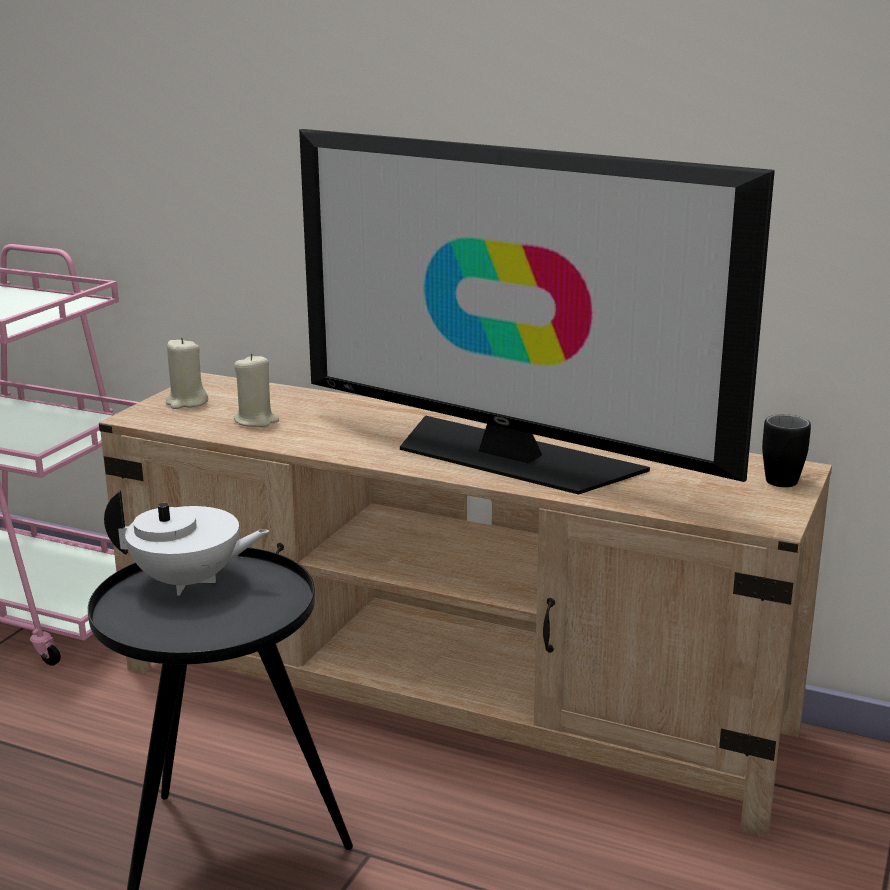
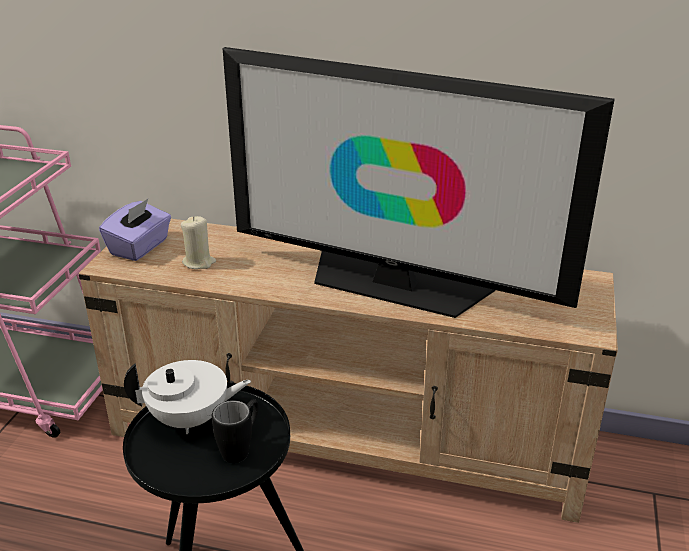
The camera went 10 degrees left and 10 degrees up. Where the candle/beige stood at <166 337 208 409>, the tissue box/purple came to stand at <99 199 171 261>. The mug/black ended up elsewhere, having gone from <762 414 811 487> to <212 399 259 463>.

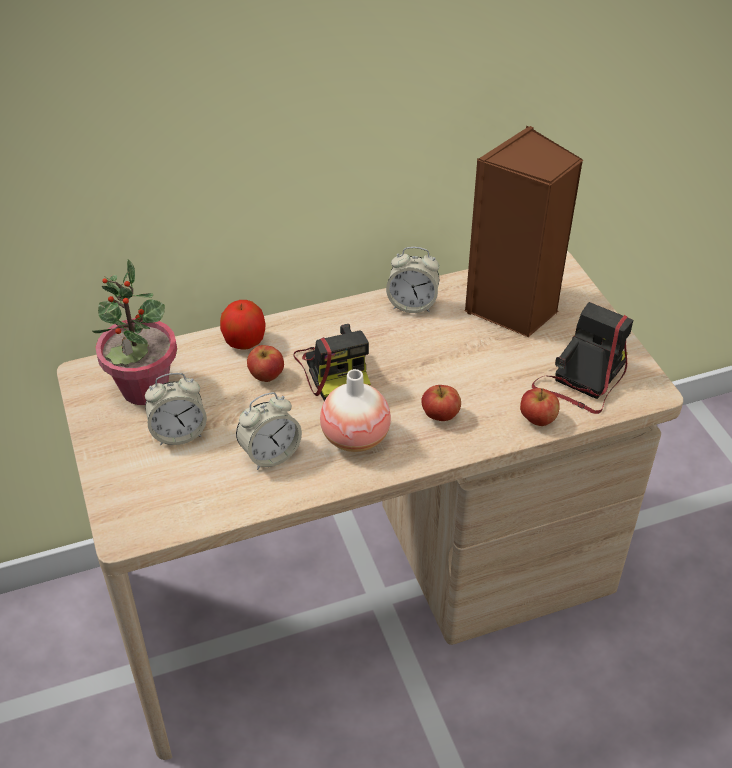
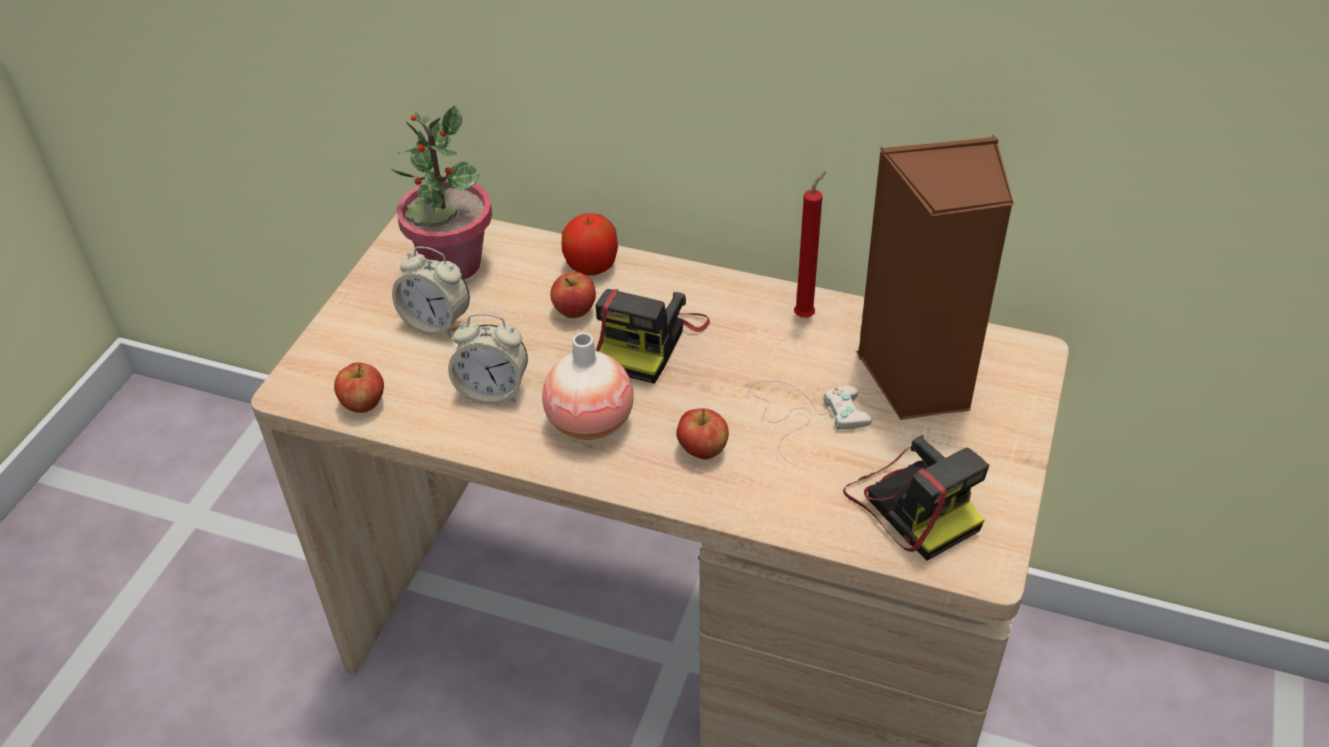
The camera went 40 degrees right and 0 degrees up. The apple ended up elsewhere, having gone from <520 388 560 426> to <334 362 384 413>. The second view gained the game controller/white at <749 380 872 466>. Where the alarm clock stood at <386 247 440 313>, the candle/red came to stand at <794 171 826 318>. The photo camera at <532 302 633 414> ended up facing another way, 75 degrees clockwise from before.

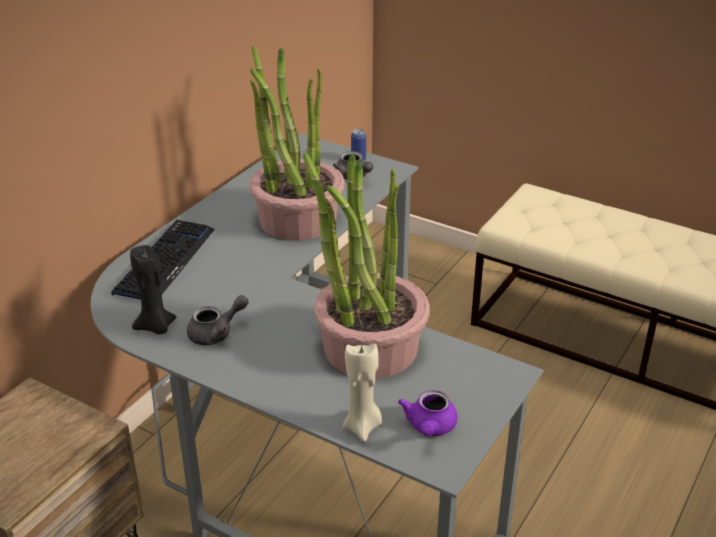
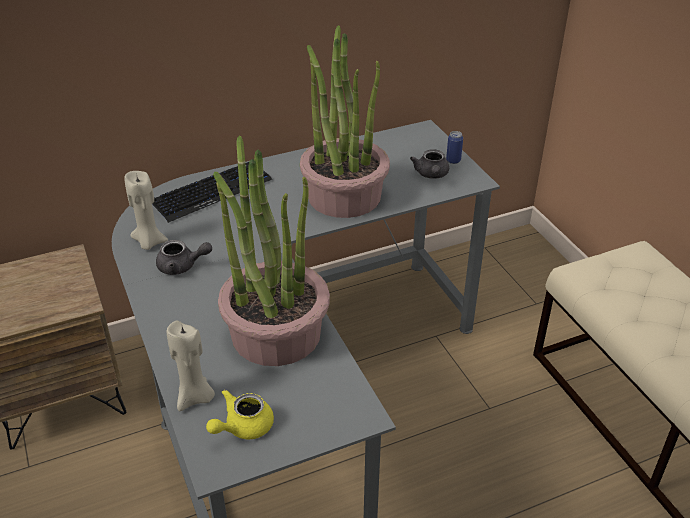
The camera went 35 degrees right and 5 degrees up. What was the candle/black at <130 245 177 335> turned into the candle/beige at <124 171 168 250>. What was the teapot/purple at <398 390 457 436> turned into the teapot/yellow at <206 389 274 439>.

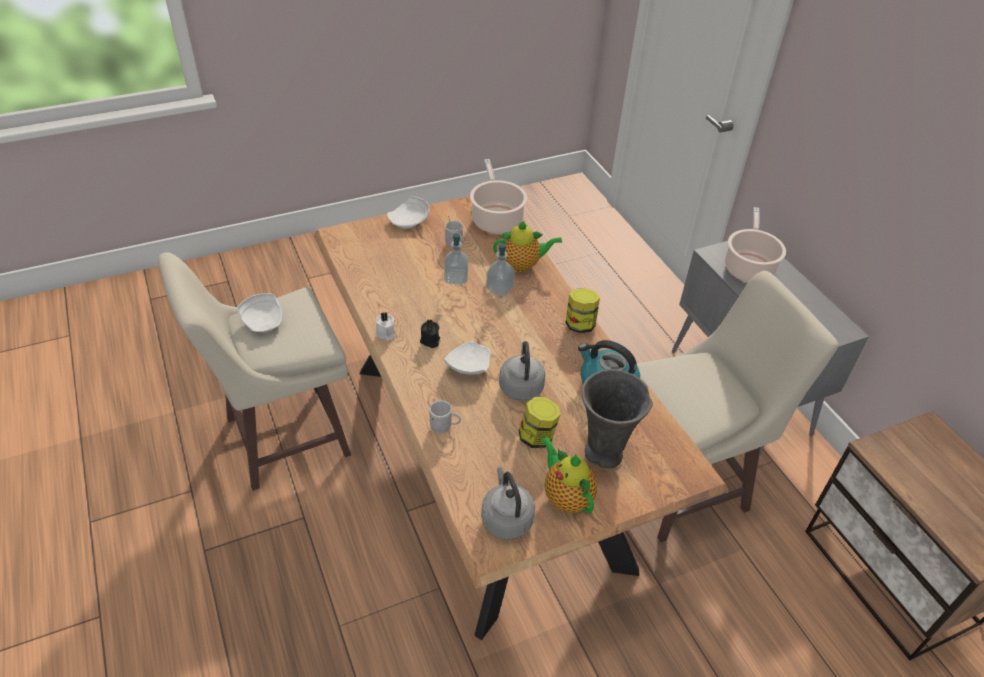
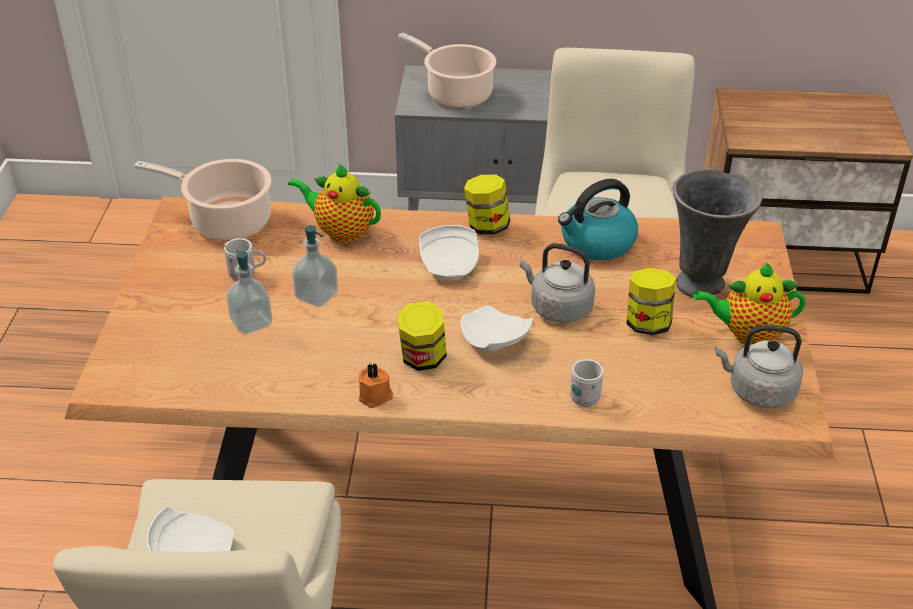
The camera went 60 degrees left and 5 degrees down. The soap dispenser ended up elsewhere, having gone from <486 243 515 296> to <226 250 272 334>. The teapot at <493 221 562 273> ended up facing another way, 90 degrees counterclockwise from before. What was the candle/white at <375 312 396 341> turned into the candle/orange at <358 363 393 408>. Where the candle/black stood at <420 320 440 348>, the jar came to stand at <397 301 447 371>. The plate/white ended up elsewhere, having gone from <387 196 430 229> to <419 225 479 280>.

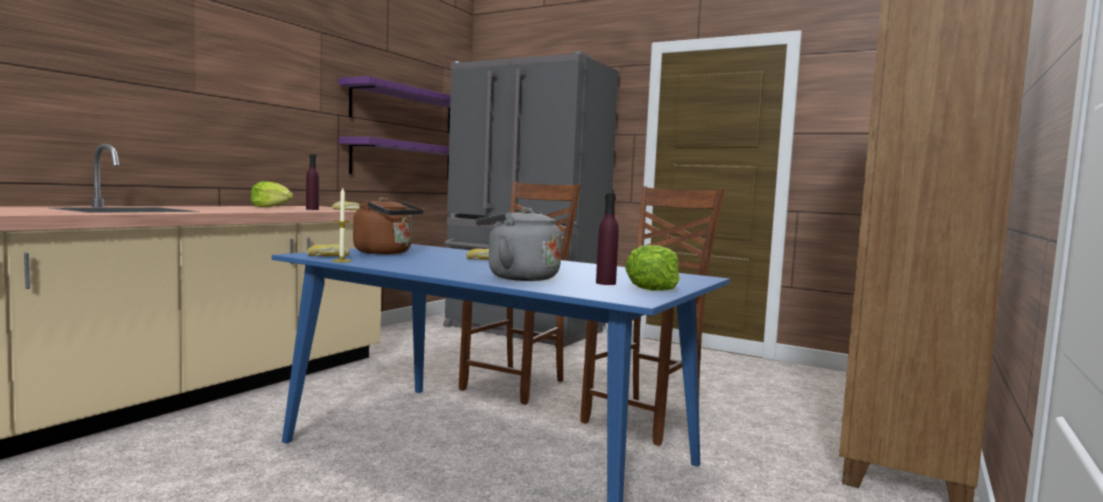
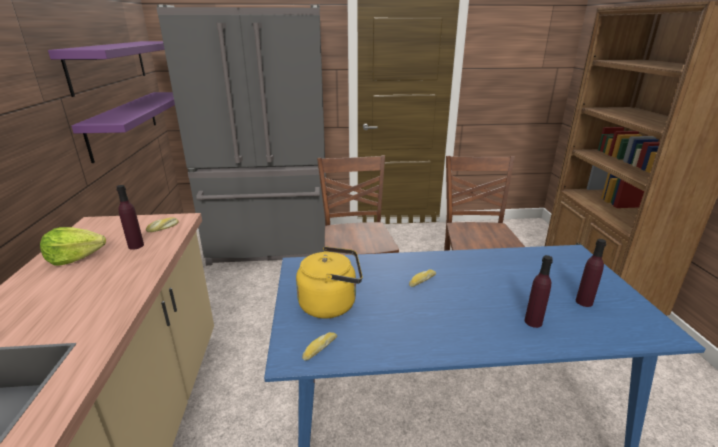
The camera went 35 degrees left and 20 degrees up. What was the kettle/brown at <353 197 424 254> turned into the kettle/yellow at <296 246 362 318>. Where the kettle/grey stood at <476 207 562 281>, the bottle/purple came to stand at <524 255 553 328>. The second view lost the candle at <332 188 352 262>. The second view lost the lettuce at <625 245 680 291>.

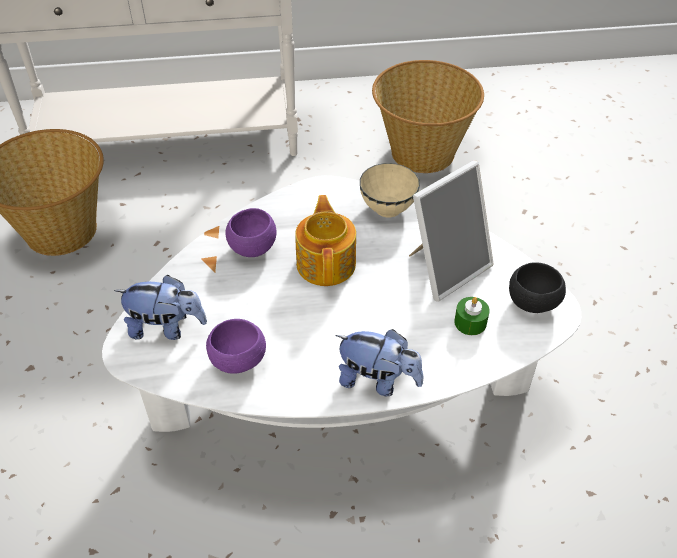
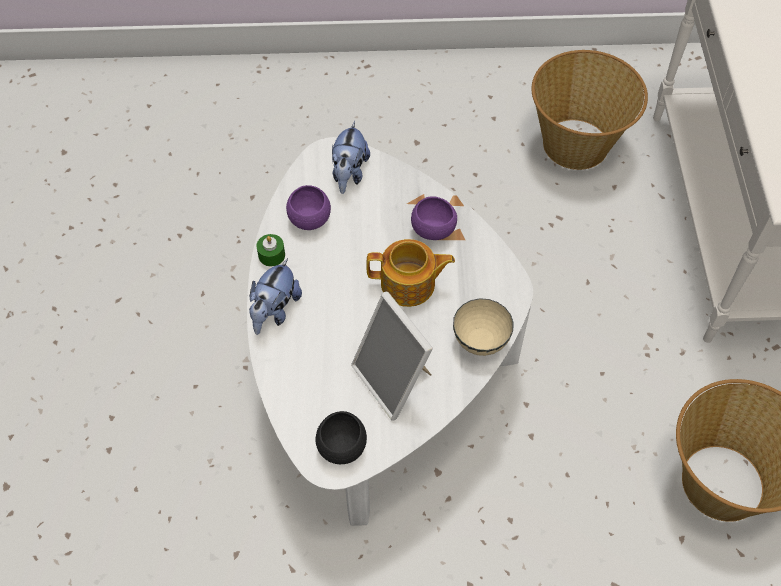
The camera went 95 degrees right and 10 degrees up. The candle/green ended up elsewhere, having gone from <454 297 490 335> to <257 234 285 266>.

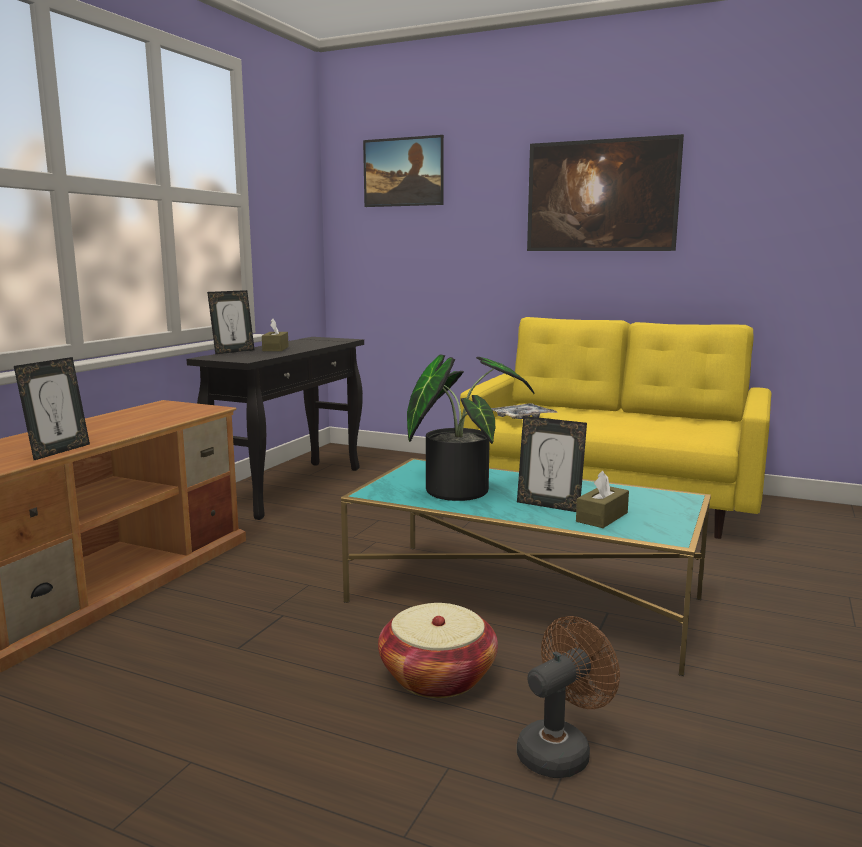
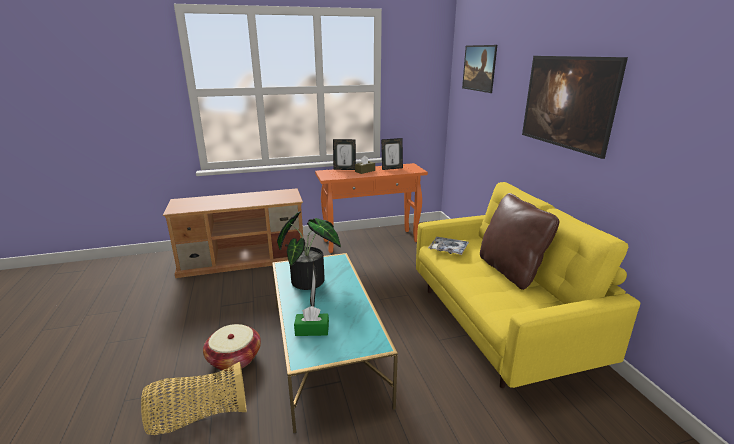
The camera went 50 degrees right and 10 degrees up. Where the fan/brown stood at <517 616 620 778>, the basket came to stand at <141 361 247 435>. What was the tissue box/brown at <576 471 629 528> turned into the tissue box/green at <294 306 329 336>. What was the console table/black at <187 337 364 520> turned into the console table/orange at <315 163 428 253>. The picture frame ended up elsewhere, having gone from <14 357 90 460> to <381 138 403 170>. The second view gained the pillow/brown at <480 193 559 290>.

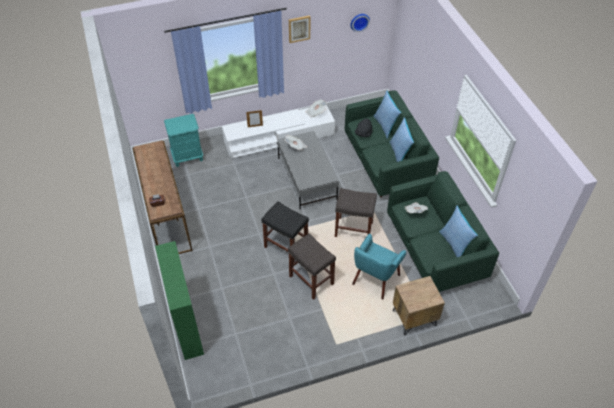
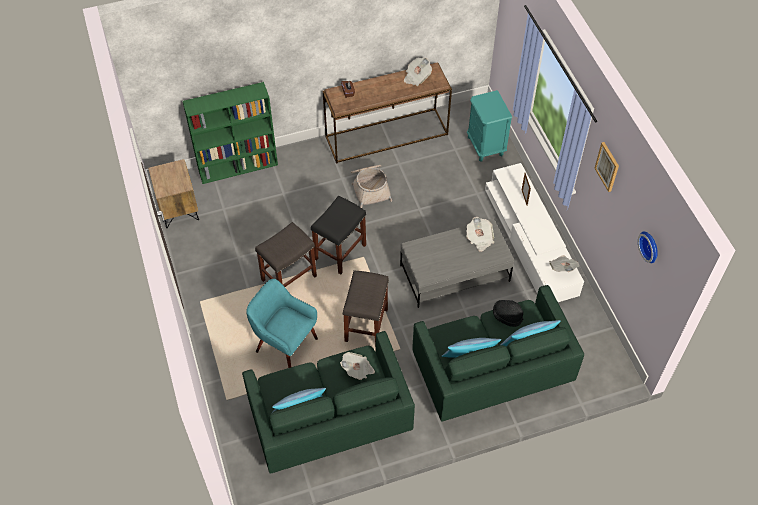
The camera went 90 degrees right and 5 degrees up. The nightstand/brown ended up elsewhere, having gone from <393 276 445 335> to <148 159 199 228>. The second view gained the basket at <351 165 392 208>. The second view gained the newspaper at <404 58 432 86>.

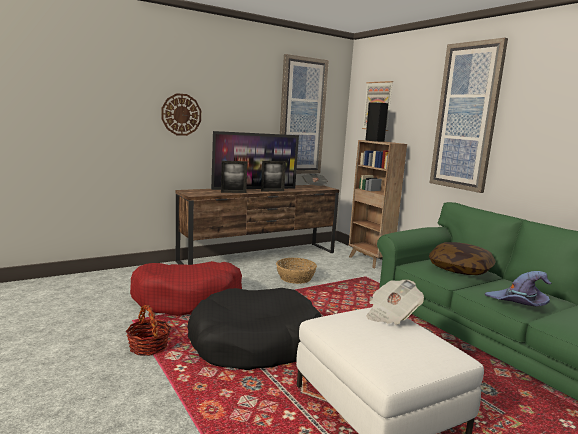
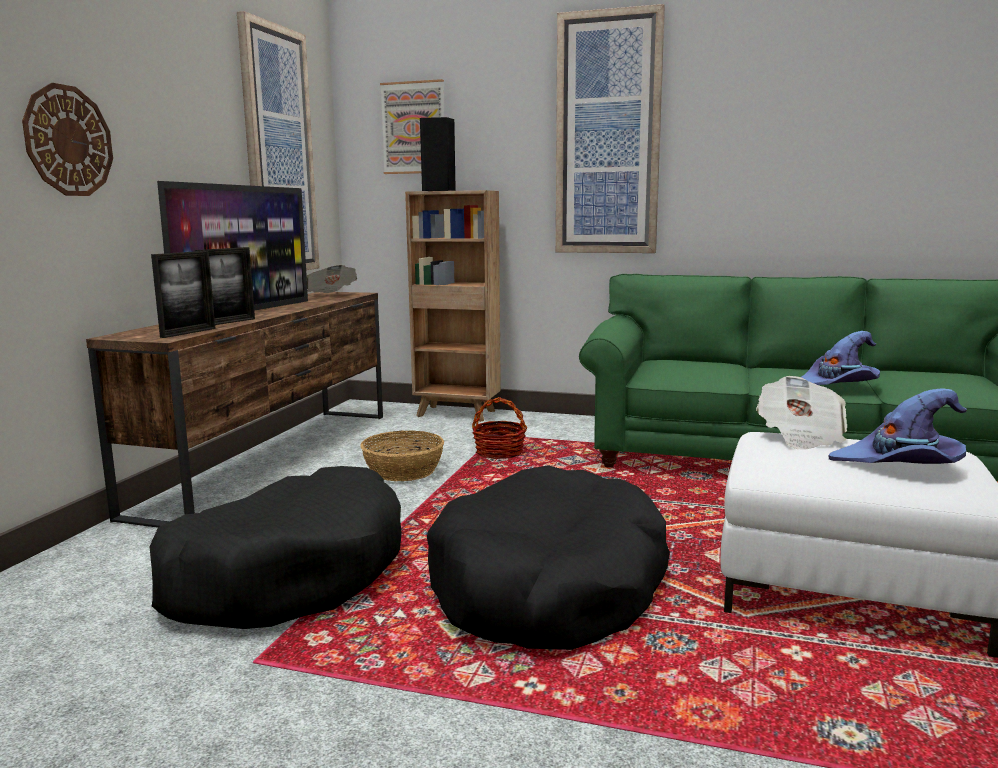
The camera went 40 degrees left and 0 degrees up. What was the dog bed/red at <130 261 242 316> turned into the dog bed/black at <149 466 402 629>. The picture frame ended up elsewhere, having gone from <261 161 286 191> to <151 251 216 338>. The basket ended up elsewhere, having gone from <126 305 171 356> to <472 397 528 459>. The second view gained the hat/purple at <828 388 967 464>. The second view lost the pillow at <429 242 495 275>.

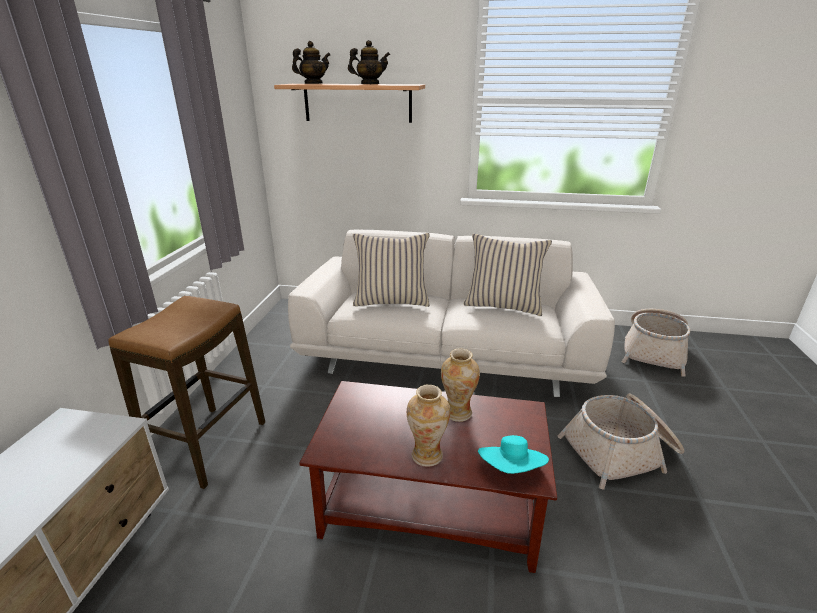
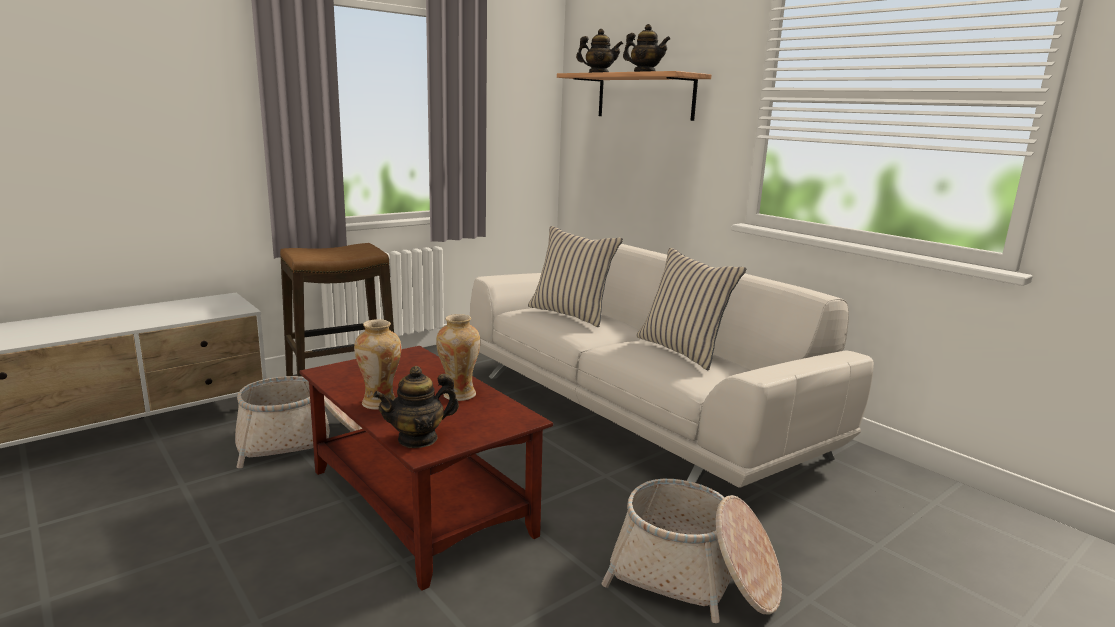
The camera went 40 degrees right and 10 degrees down. The basket ended up elsewhere, having gone from <622 309 690 377> to <235 376 362 468>. Where the hat/turquoise stood at <478 435 549 474>, the teapot came to stand at <373 366 459 448>.

